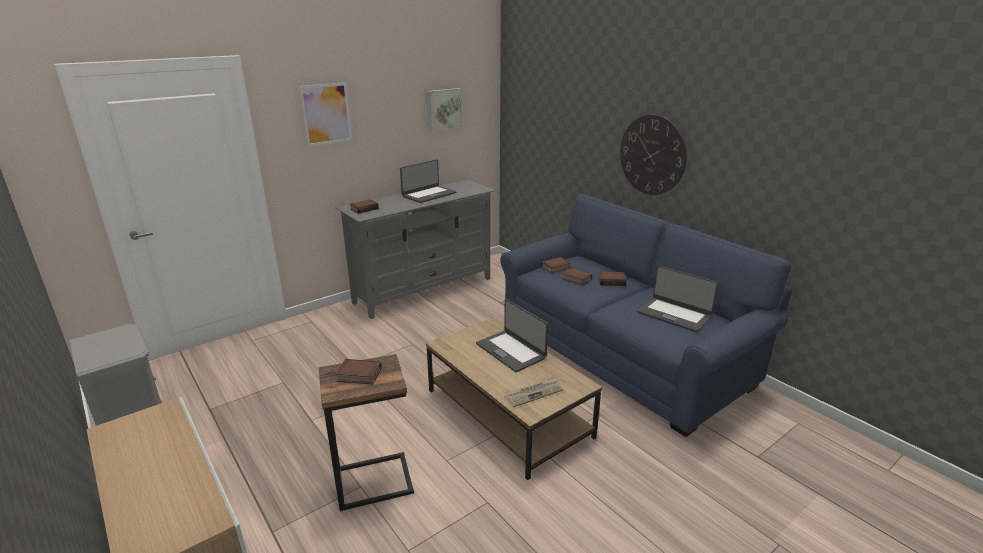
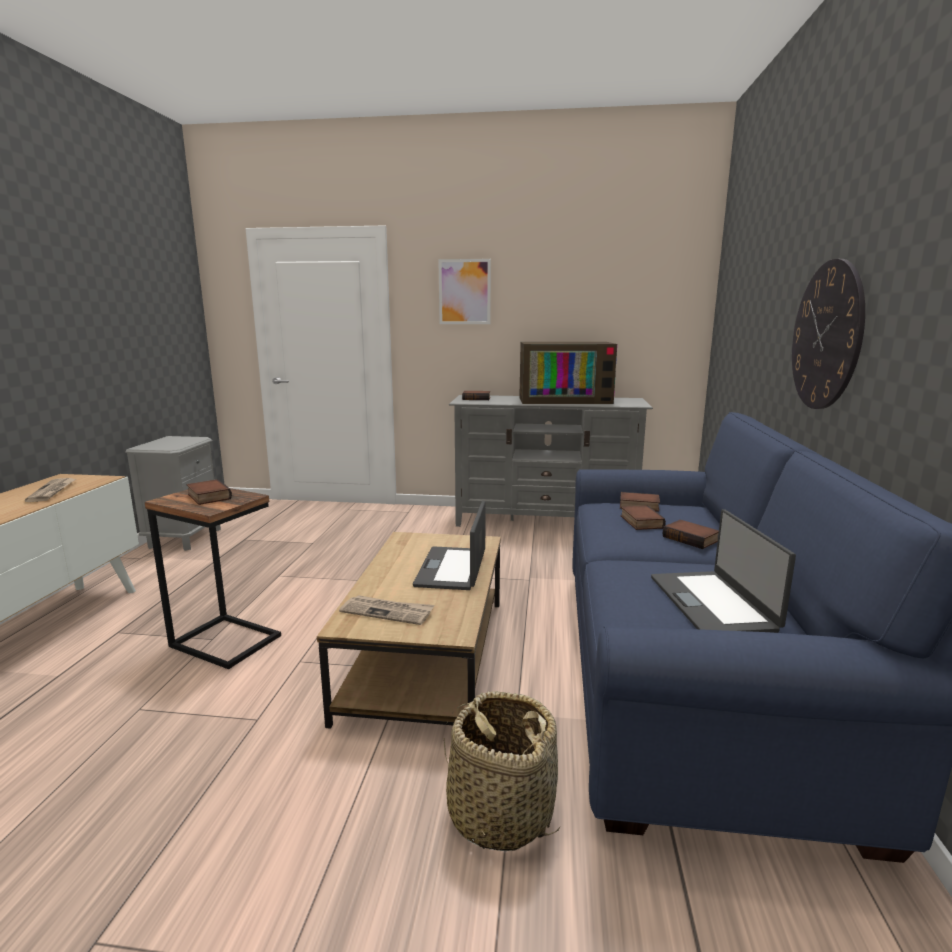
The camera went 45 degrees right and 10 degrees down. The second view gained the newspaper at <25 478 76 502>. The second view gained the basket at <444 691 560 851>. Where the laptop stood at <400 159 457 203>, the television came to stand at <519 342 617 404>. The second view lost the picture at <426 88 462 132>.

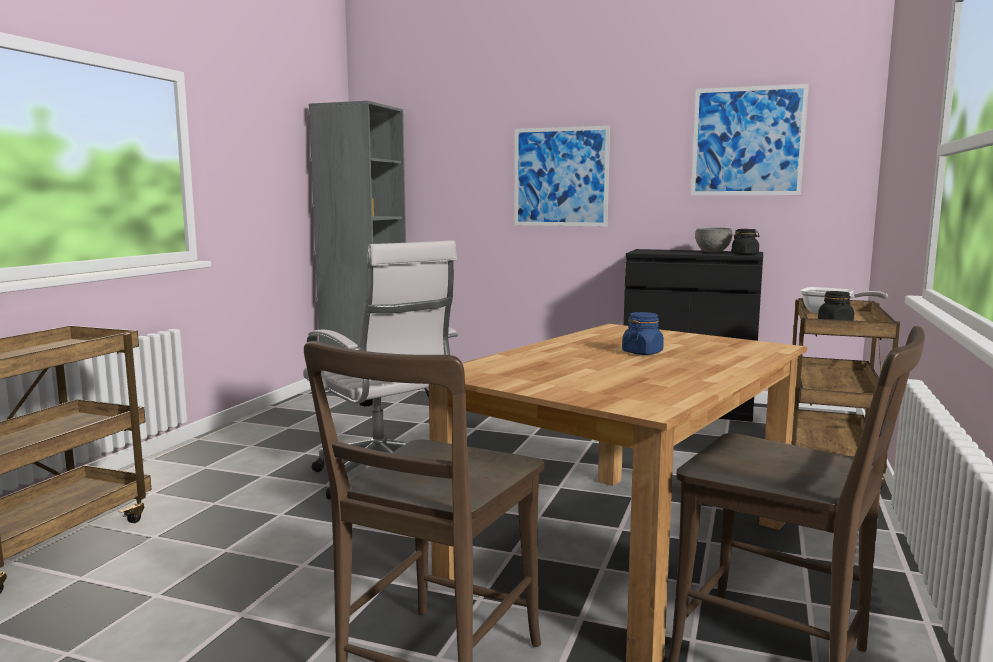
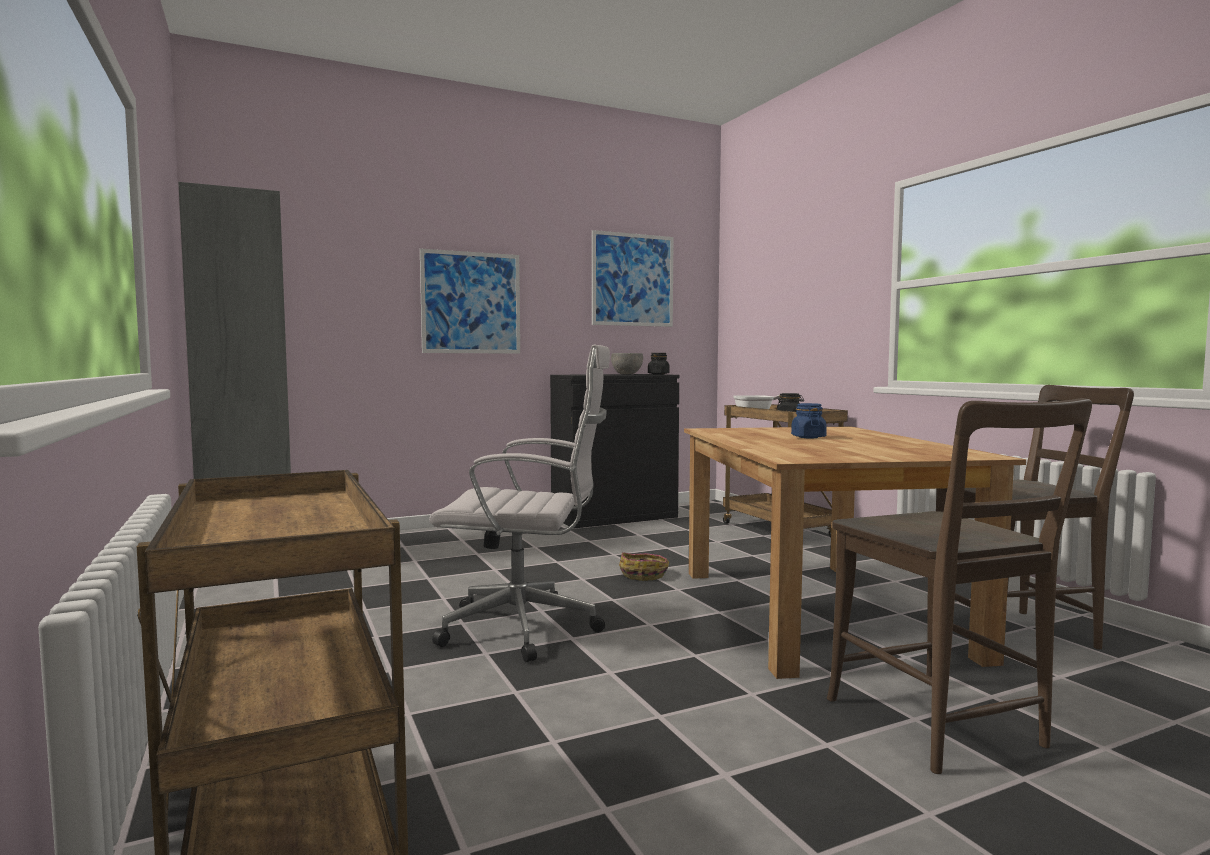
The camera went 45 degrees left and 5 degrees down. The second view gained the basket at <619 552 669 581>.

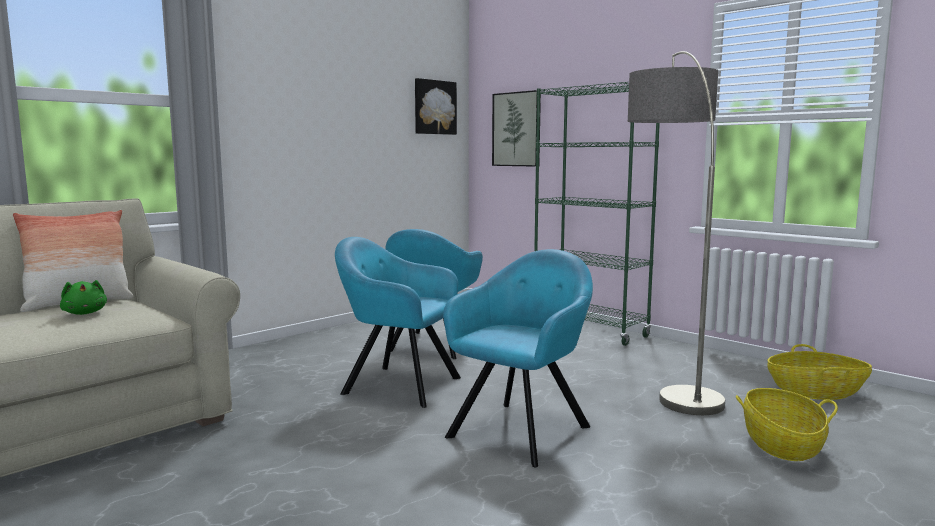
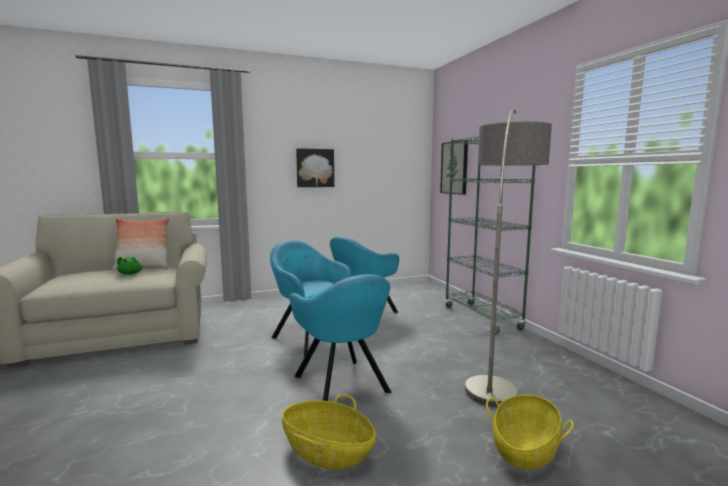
The camera went 25 degrees right and 0 degrees up. The basket ended up elsewhere, having gone from <767 344 872 400> to <282 394 376 470>. The armchair/turquoise at <443 249 593 467> ended up facing another way, 90 degrees clockwise from before. The picture ended up elsewhere, having gone from <415 78 457 135> to <296 148 334 187>.

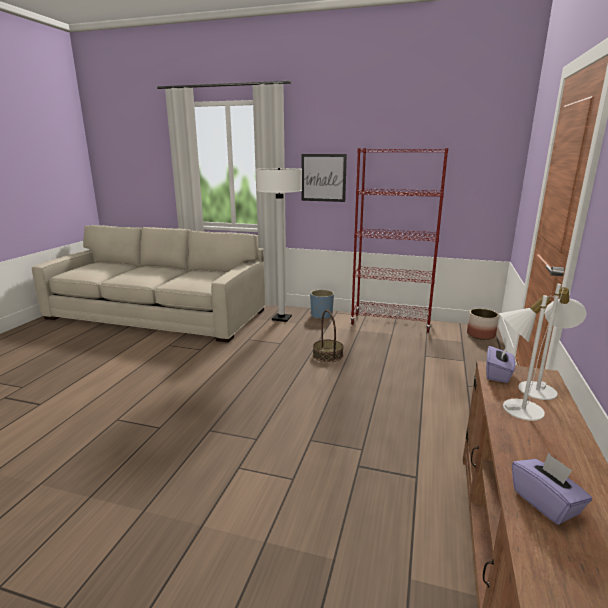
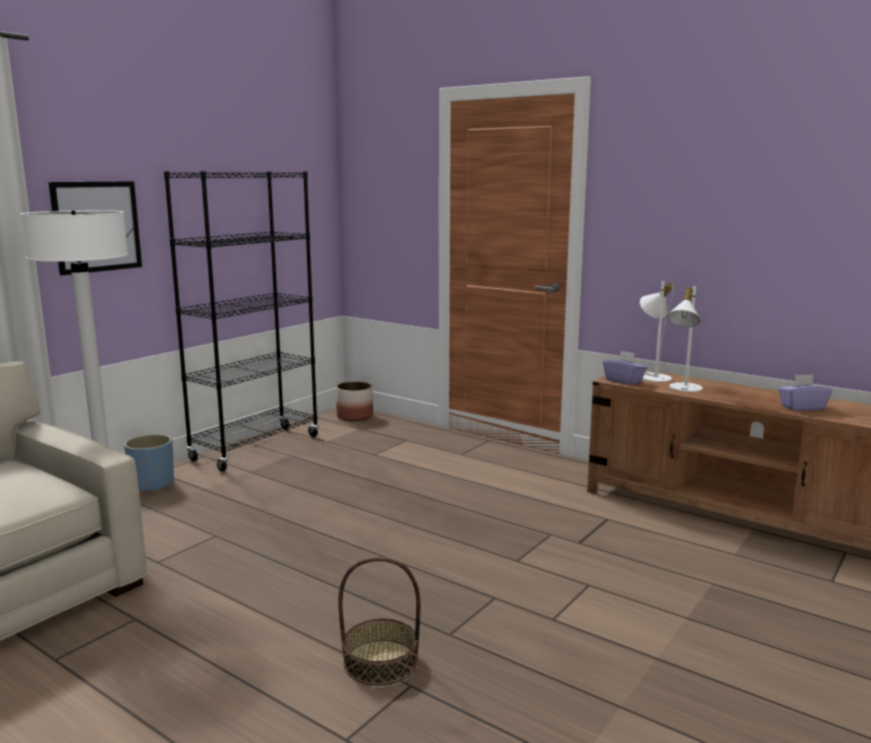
The camera went 70 degrees left and 5 degrees down. What was the bookcase/red at <350 148 448 333> turned into the bookcase/black at <164 171 319 471>. The basket ended up elsewhere, having gone from <313 310 344 362> to <338 557 420 686>.

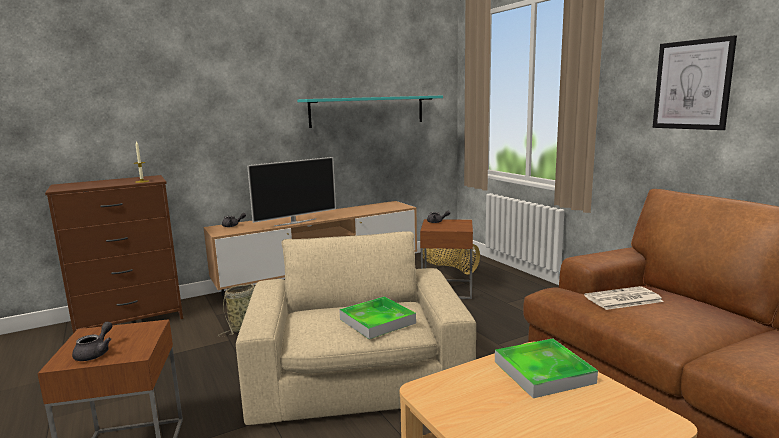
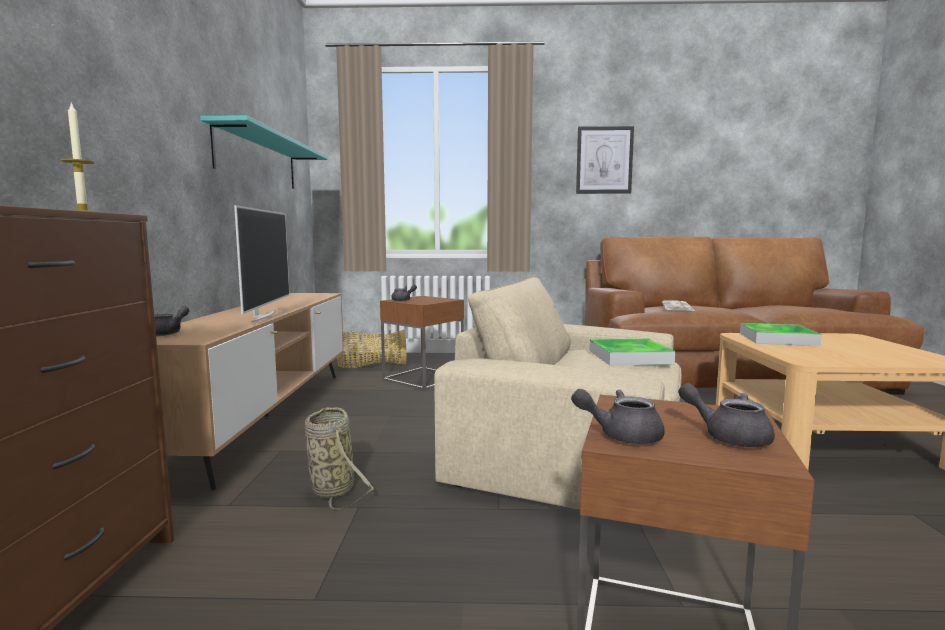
The camera went 60 degrees left and 5 degrees down. The second view gained the teapot/grey at <571 389 665 444>.

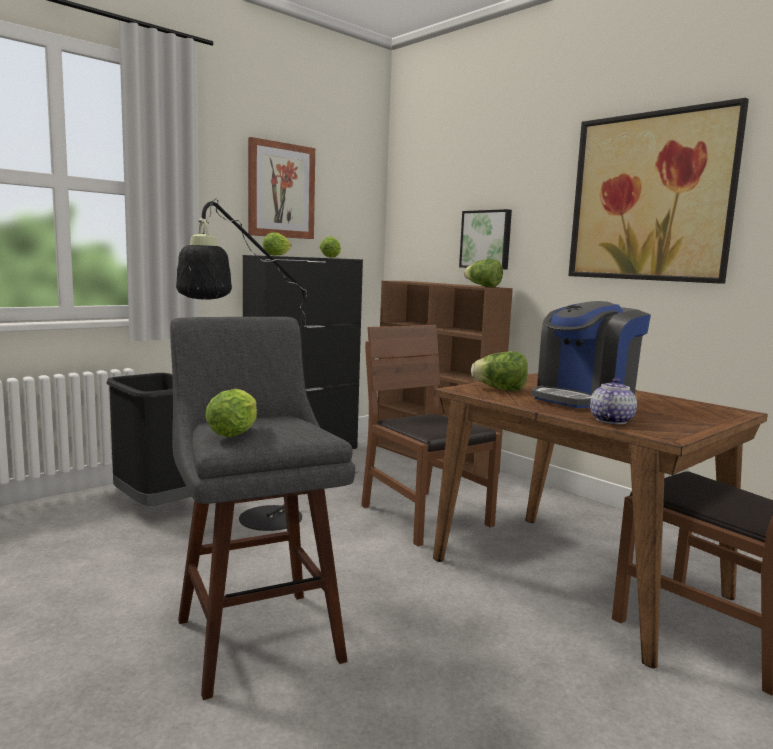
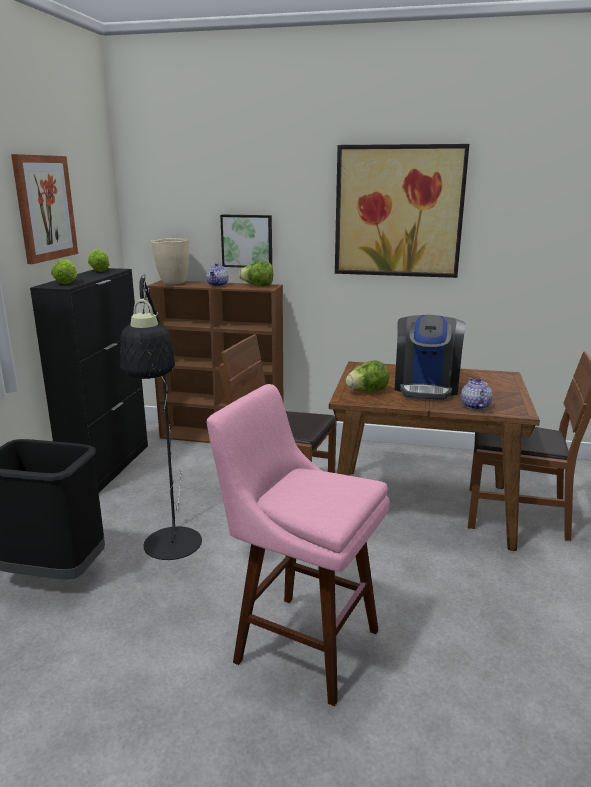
The camera went 35 degrees left and 10 degrees up. The second view gained the vase/beige at <151 238 189 284>. The second view gained the teapot at <206 263 229 286>. What was the stool/grey at <170 317 355 700> turned into the stool/pink at <207 384 390 706>. The second view lost the lettuce at <205 389 257 437>.

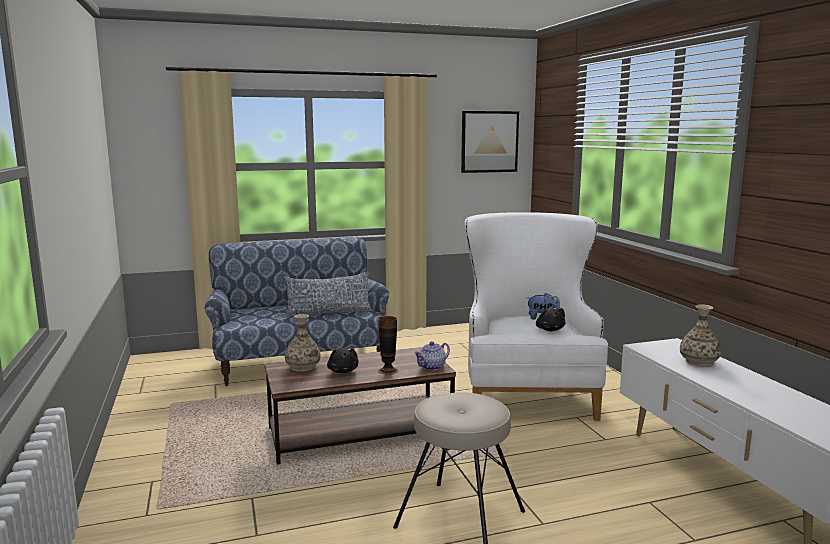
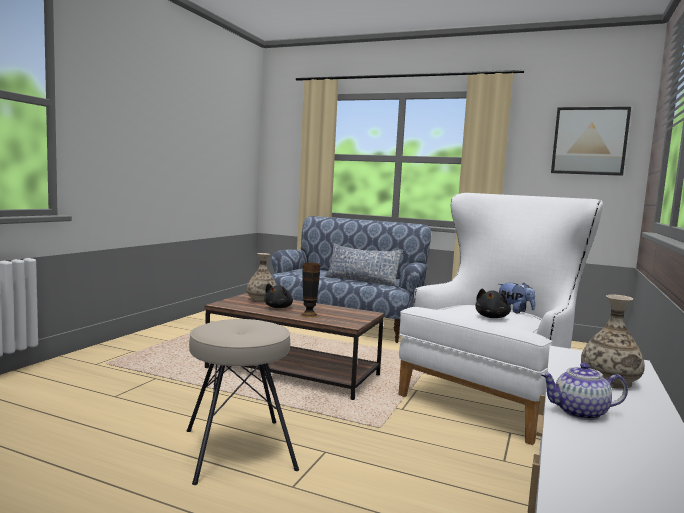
The camera went 40 degrees right and 5 degrees down. The teapot ended up elsewhere, having gone from <414 341 450 370> to <540 363 628 420>.

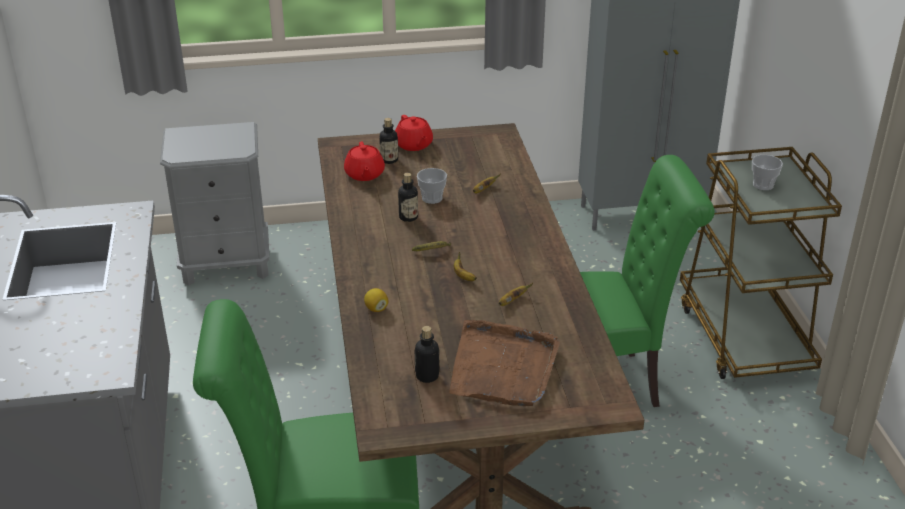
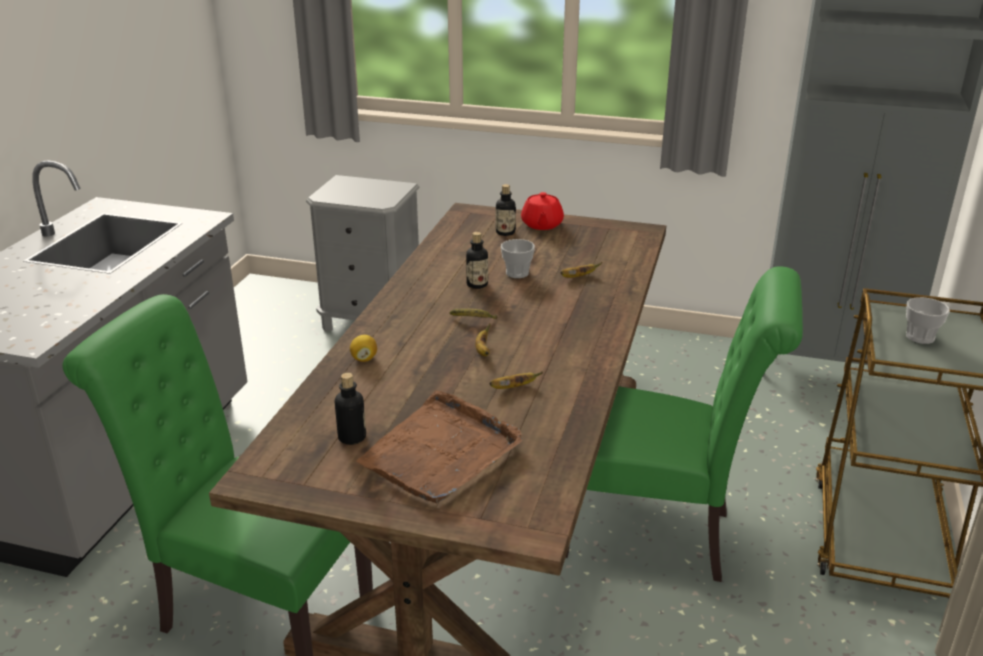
The camera went 25 degrees right and 5 degrees down. The second view lost the teapot/red at <344 142 385 181>.

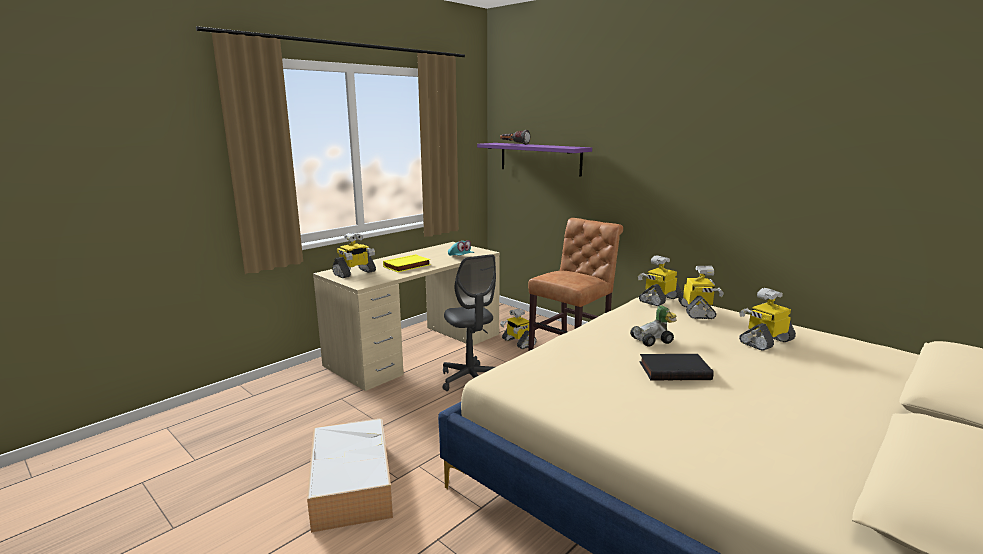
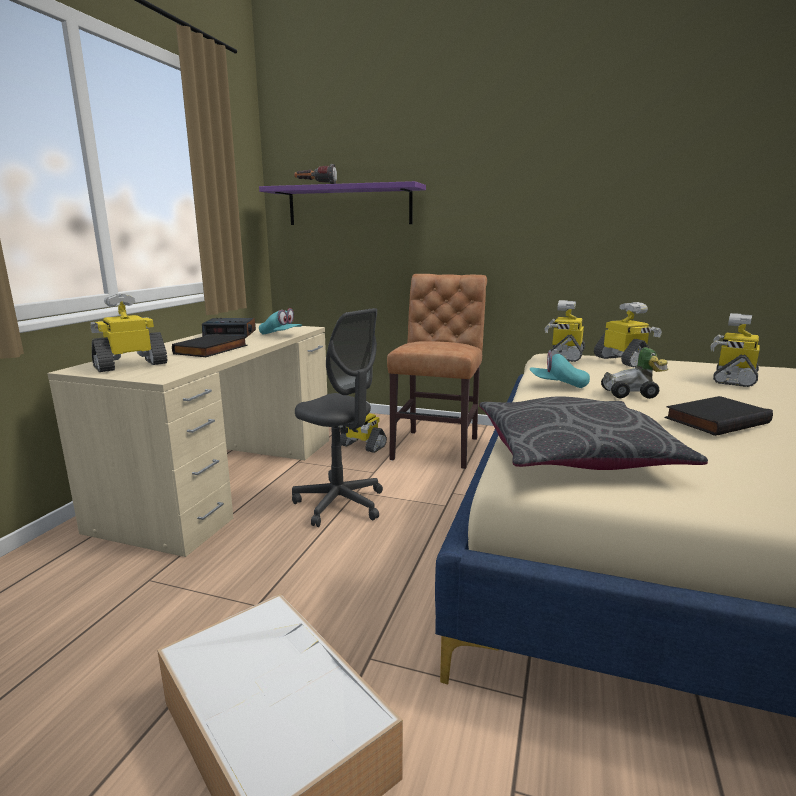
The camera went 25 degrees left and 0 degrees up. The toy robot at <332 232 376 278> ended up facing another way, 150 degrees counterclockwise from before. What was the book/yellow at <383 254 431 272> turned into the book/black at <172 334 248 357>. The second view gained the alarm clock at <202 318 256 337>. The second view gained the pillow/grey at <479 396 708 470>. The second view gained the cap/turquoise at <530 350 590 388>. The toy car at <630 305 677 347> ended up facing another way, 45 degrees clockwise from before.

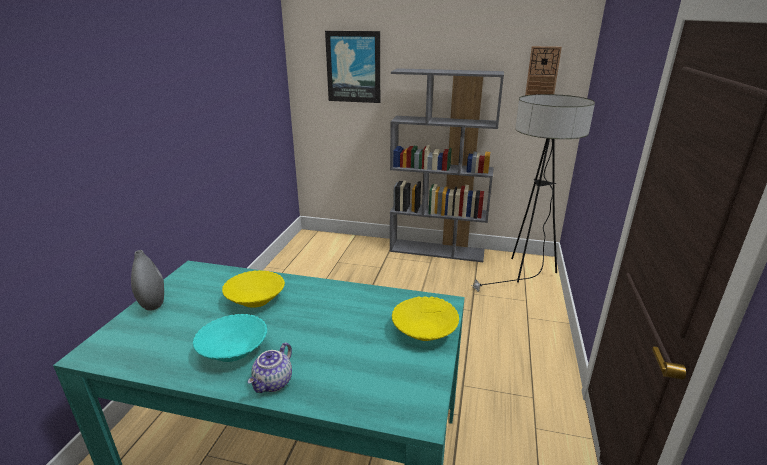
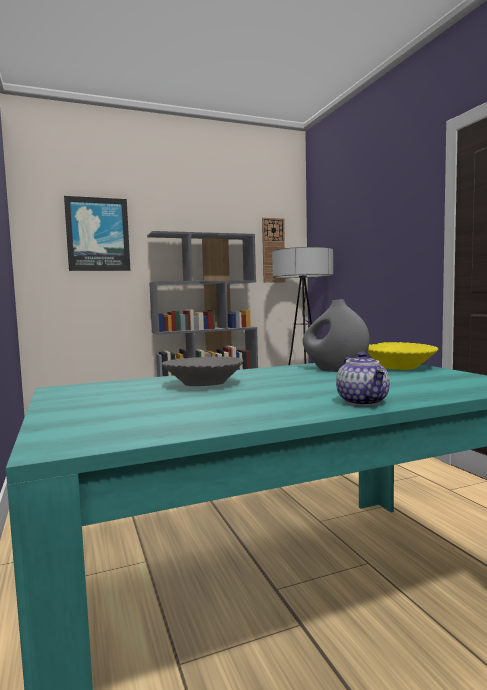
The camera went 35 degrees left and 20 degrees down. What was the bowl/yellow at <222 270 285 308> turned into the bowl/grey at <162 356 243 386>. The vase/grey ended up elsewhere, having gone from <131 250 164 311> to <303 299 369 372>. The second view lost the bowl/turquoise at <193 314 267 362>.

